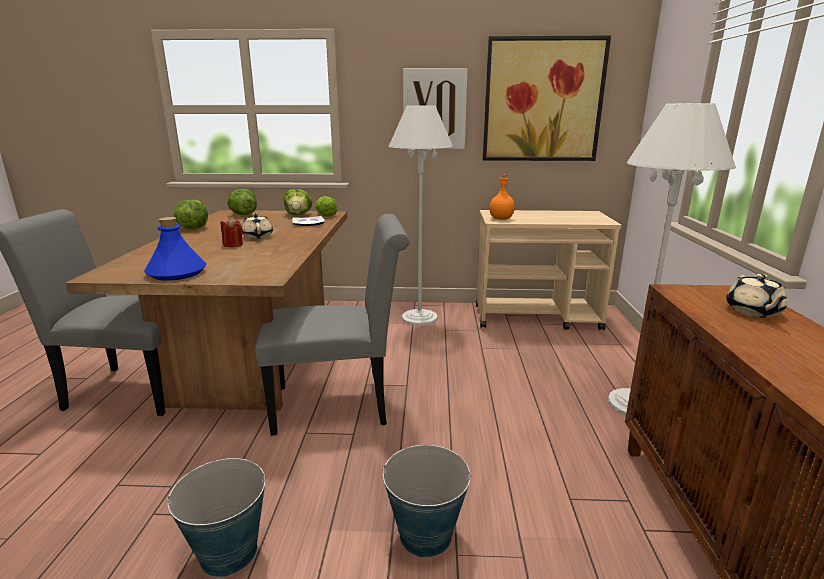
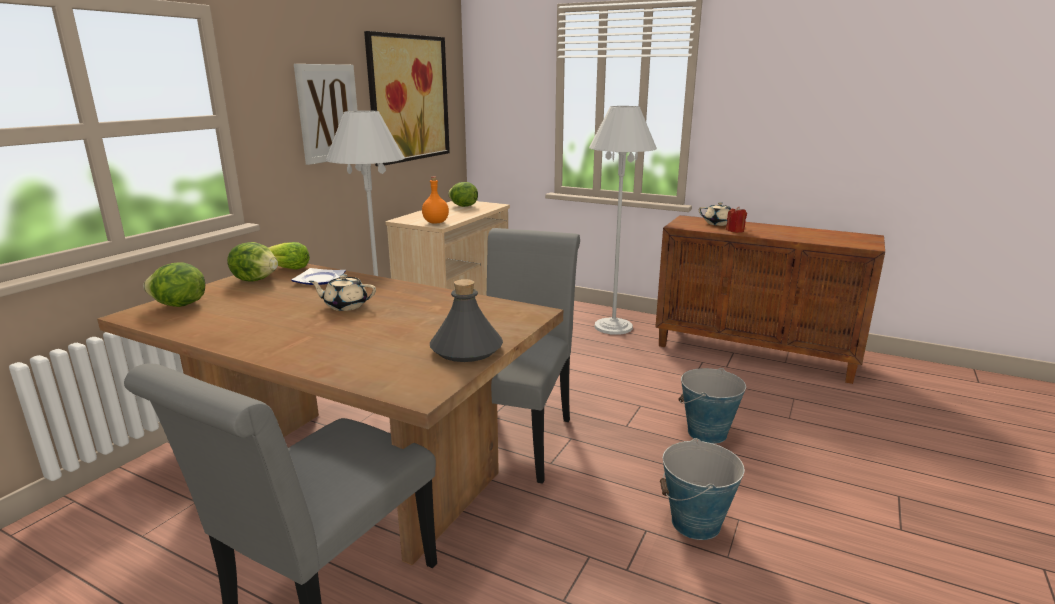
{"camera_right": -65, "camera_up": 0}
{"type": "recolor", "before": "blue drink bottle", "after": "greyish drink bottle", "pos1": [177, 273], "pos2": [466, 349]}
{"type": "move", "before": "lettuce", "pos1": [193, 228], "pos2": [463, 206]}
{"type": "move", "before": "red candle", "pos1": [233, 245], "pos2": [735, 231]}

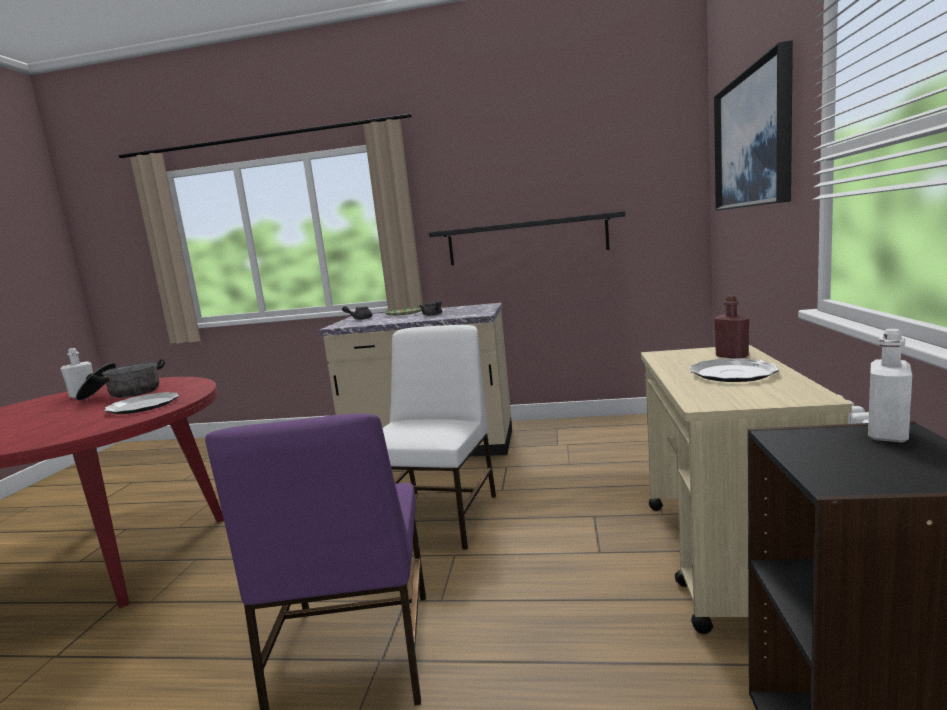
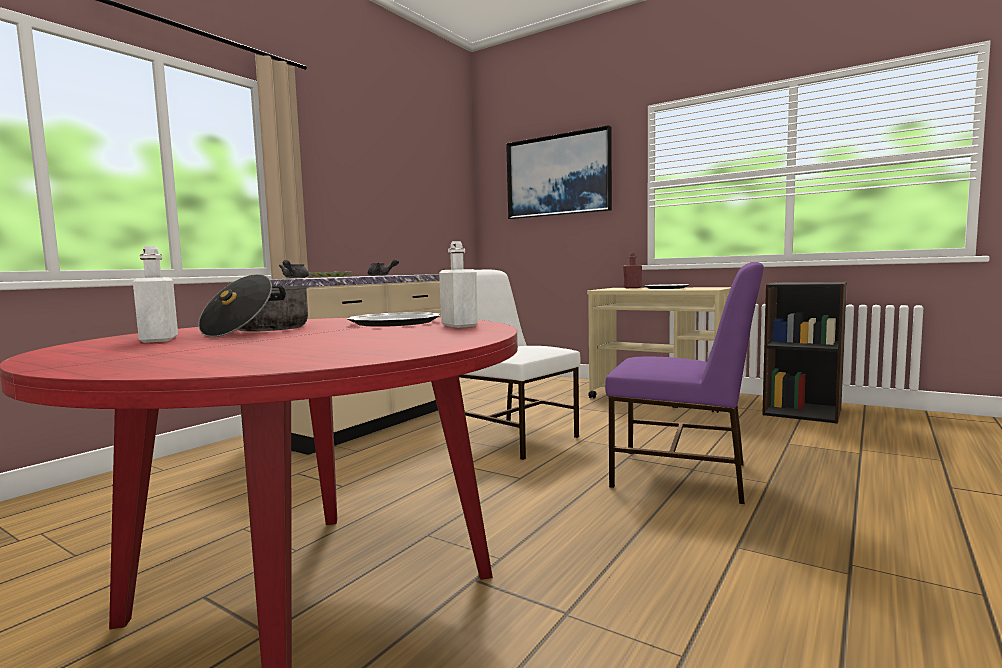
{"camera_right": -65, "camera_up": -5}
{"type": "move", "before": "white-coloured drink bottle", "pos1": [887, 434], "pos2": [459, 325]}
{"type": "delete", "before": "black wall shelf", "pos1": [527, 240]}

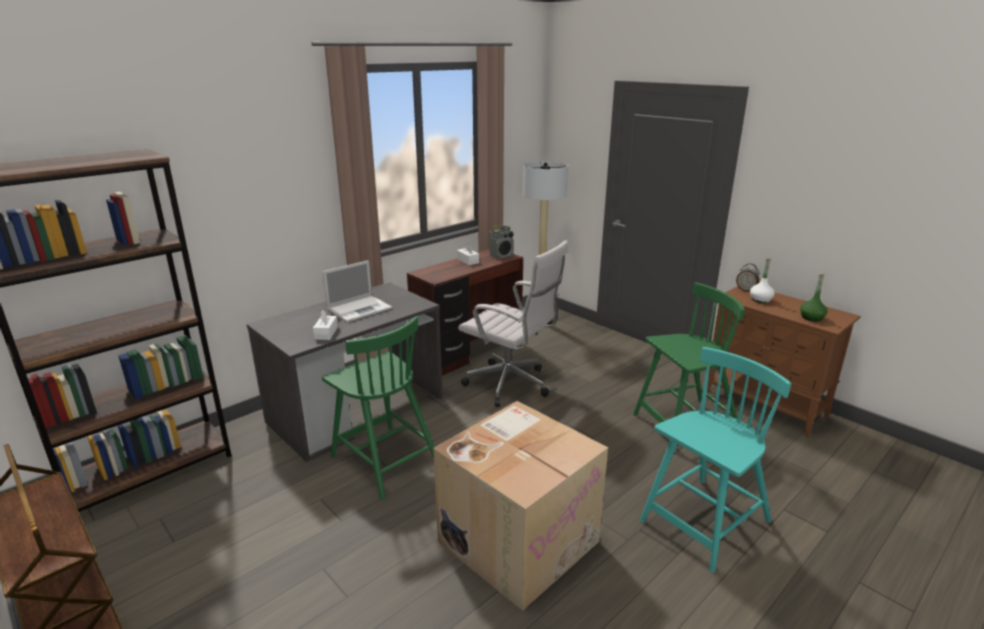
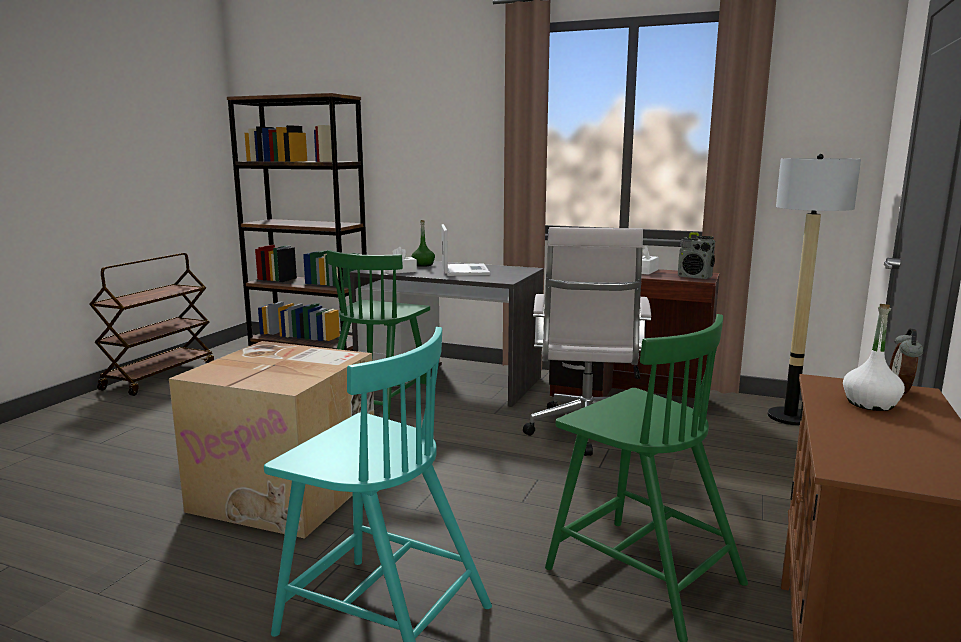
{"camera_right": 65, "camera_up": -10}
{"type": "move", "before": "green drink bottle", "pos1": [811, 317], "pos2": [423, 265]}
{"type": "rotate", "before": "laptop", "pos1": [360, 308], "pos2": [464, 270], "turn": -120}

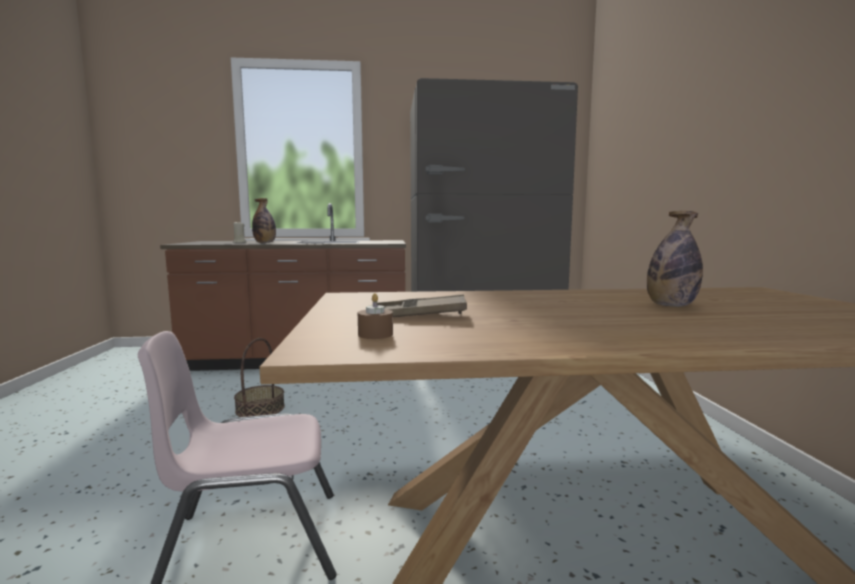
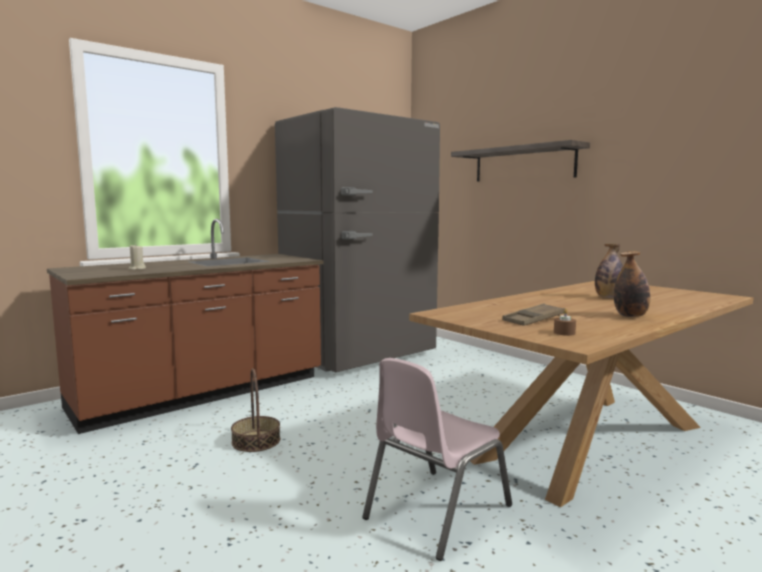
{"camera_right": -35, "camera_up": 0}
{"type": "insert", "after": "wall shelf", "pos2": [523, 164]}
{"type": "move", "before": "drink bottle", "pos1": [265, 243], "pos2": [630, 316]}

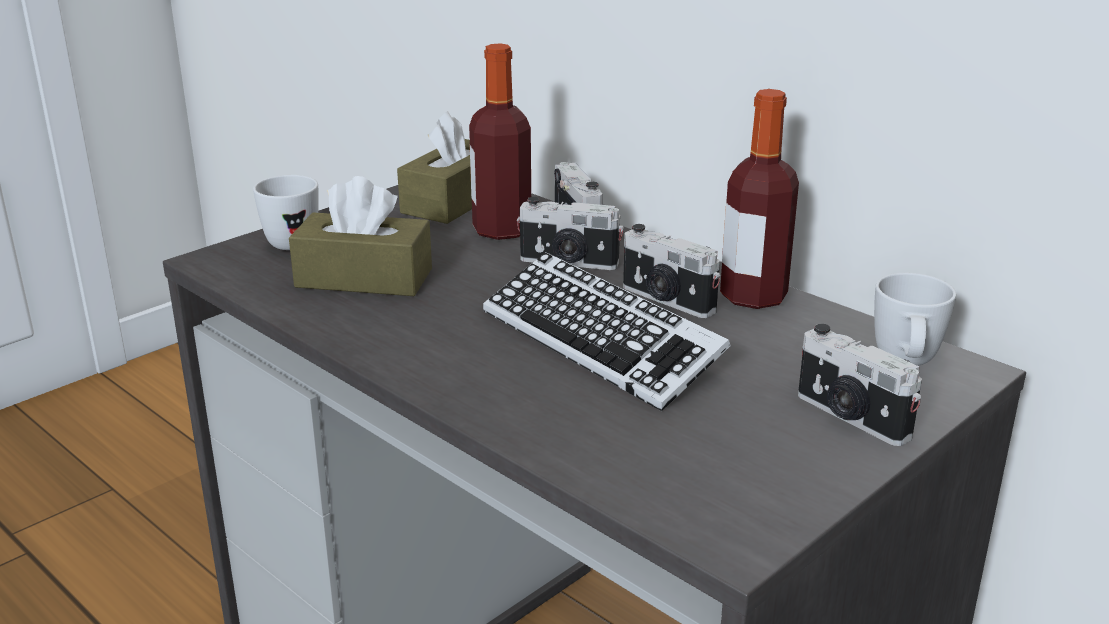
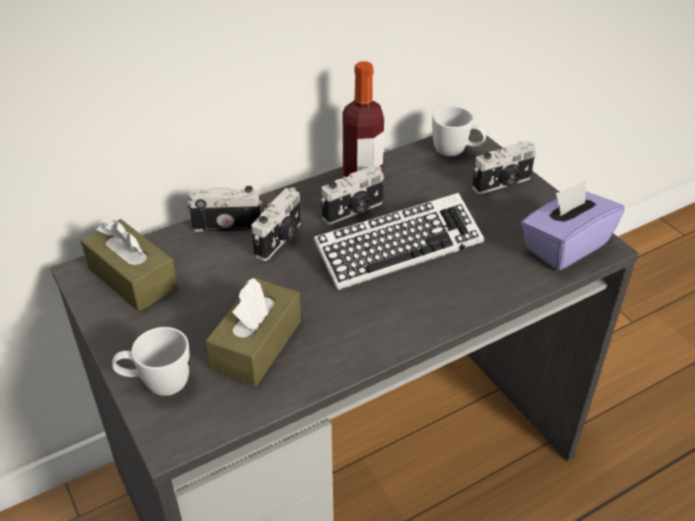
{"camera_right": -75, "camera_up": 15}
{"type": "insert", "after": "purplish box of tissues", "pos2": [565, 246]}
{"type": "delete", "before": "drink bottle", "pos1": [502, 230]}

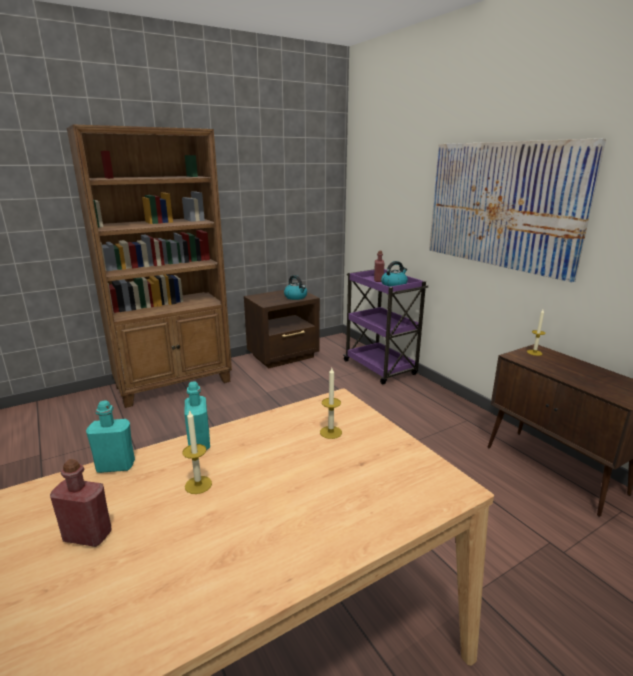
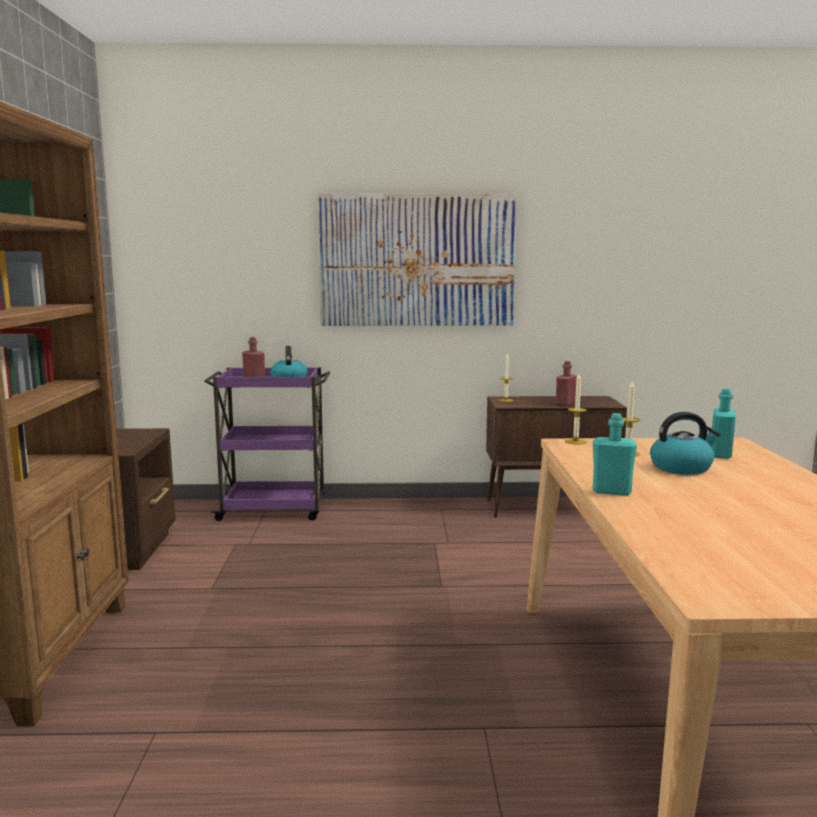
{"camera_right": -60, "camera_up": -10}
{"type": "move", "before": "red drink bottle", "pos1": [88, 536], "pos2": [565, 404]}
{"type": "move", "before": "candle", "pos1": [198, 485], "pos2": [575, 441]}
{"type": "move", "before": "kettle", "pos1": [296, 297], "pos2": [681, 468]}
{"type": "move", "before": "turquoise-coloured drink bottle", "pos1": [116, 466], "pos2": [720, 454]}

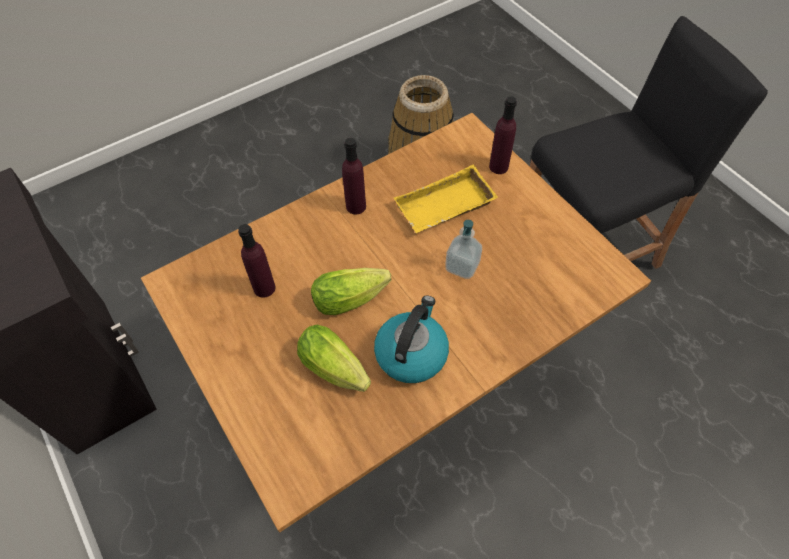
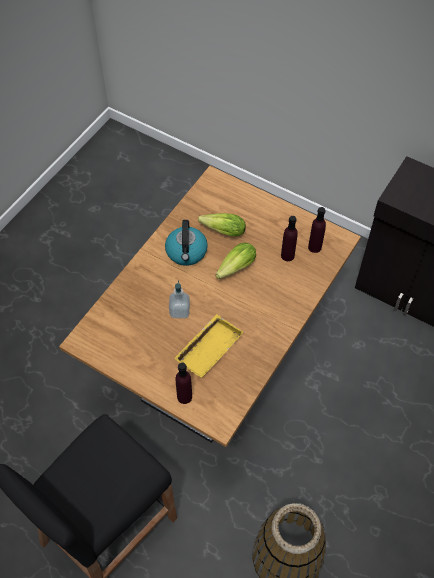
{"camera_right": 155, "camera_up": 0}
{"type": "move", "before": "purplish drink bottle", "pos1": [356, 206], "pos2": [314, 247]}

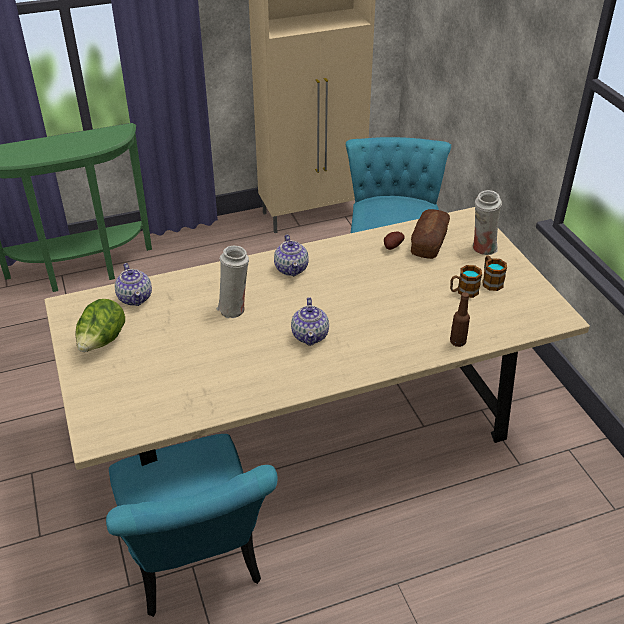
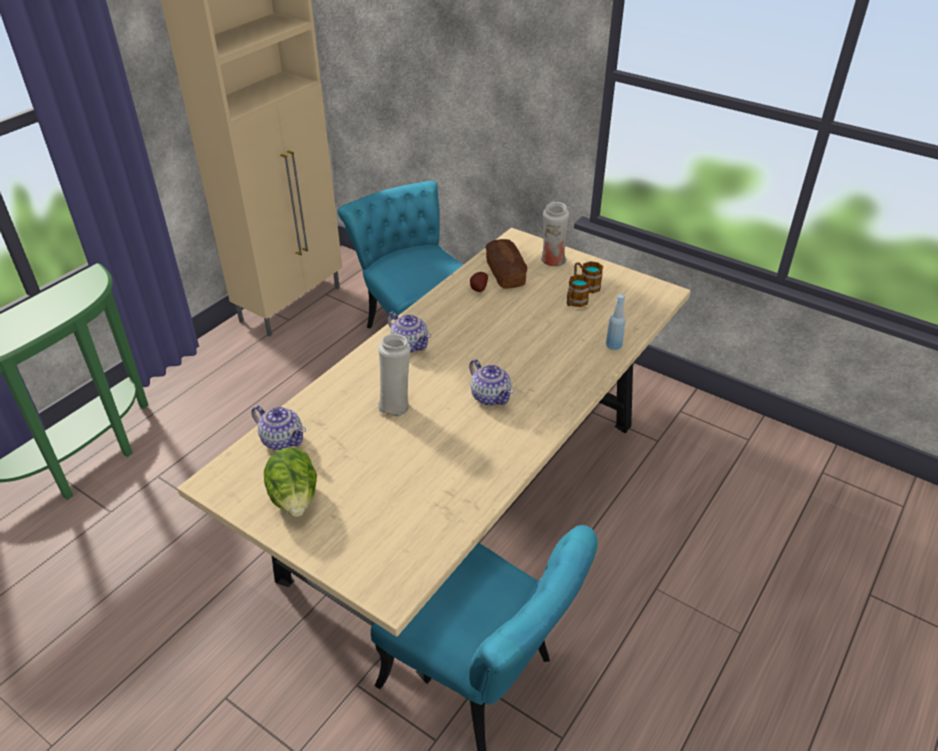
{"camera_right": -35, "camera_up": 0}
{"type": "recolor", "before": "brown drink bottle", "after": "blue drink bottle", "pos1": [457, 342], "pos2": [613, 346]}

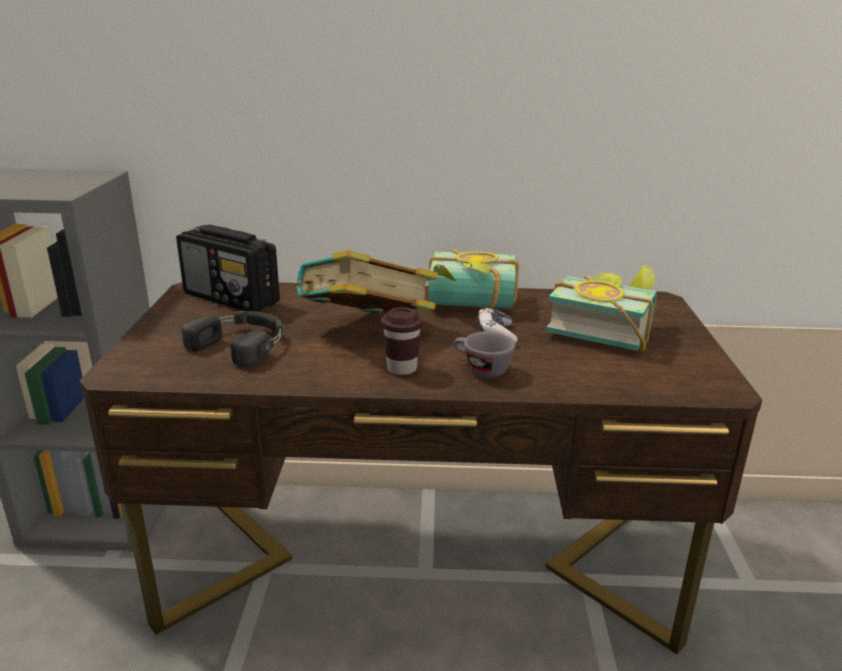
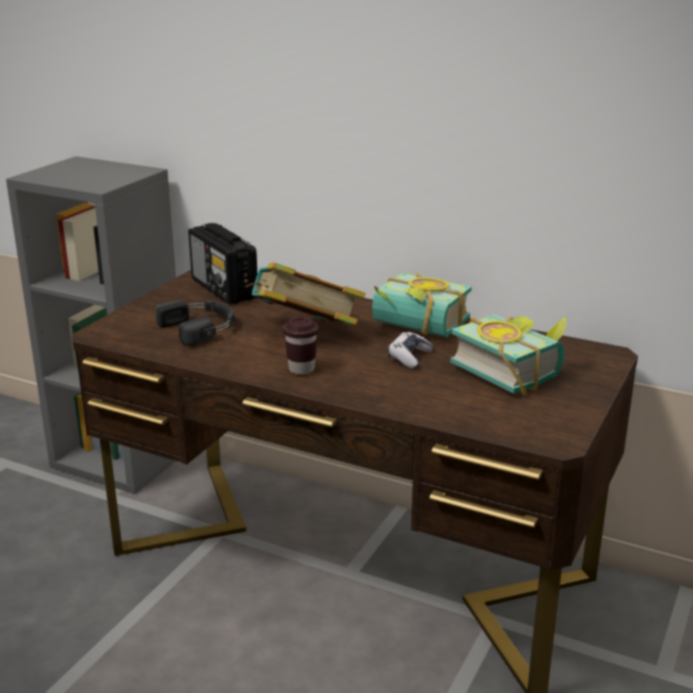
{"camera_right": 25, "camera_up": 0}
{"type": "delete", "before": "greyish small cup", "pos1": [480, 369]}

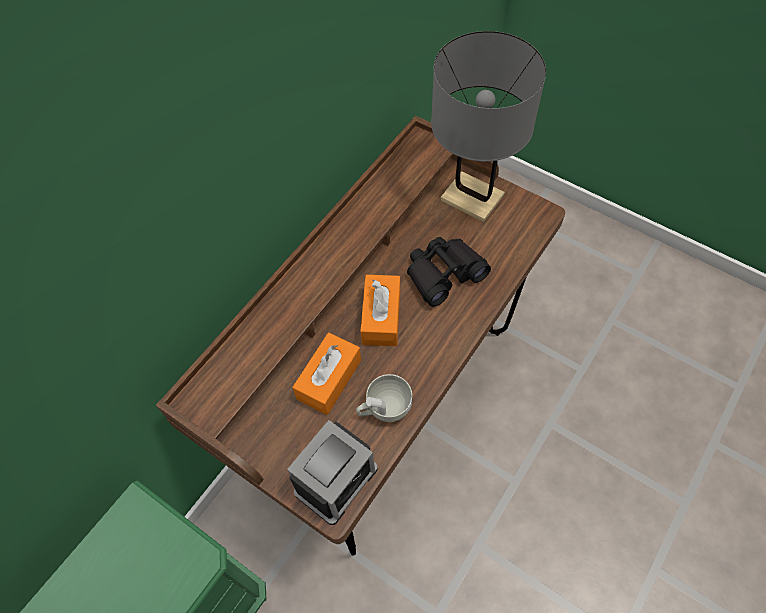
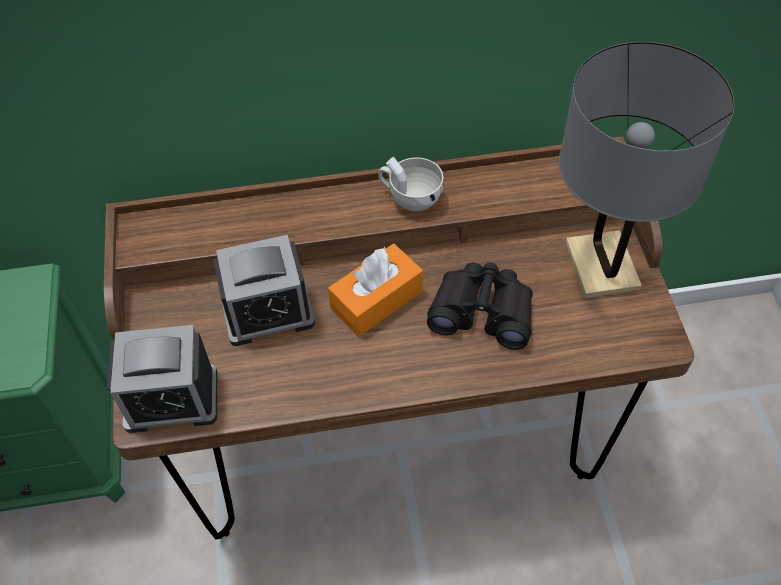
{"camera_right": 45, "camera_up": -5}
{"type": "replace", "before": "orangey box of tissues", "after": "alarm clock", "pos1": [329, 379], "pos2": [268, 312]}
{"type": "move", "before": "white-coloured small cup", "pos1": [384, 408], "pos2": [409, 197]}

